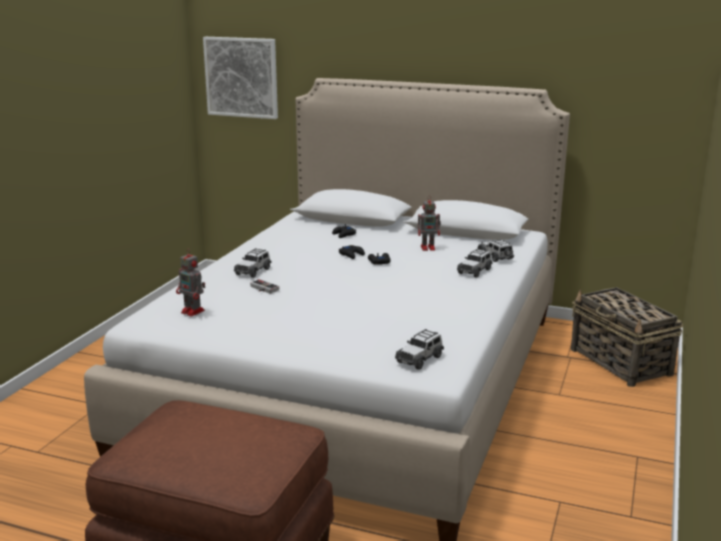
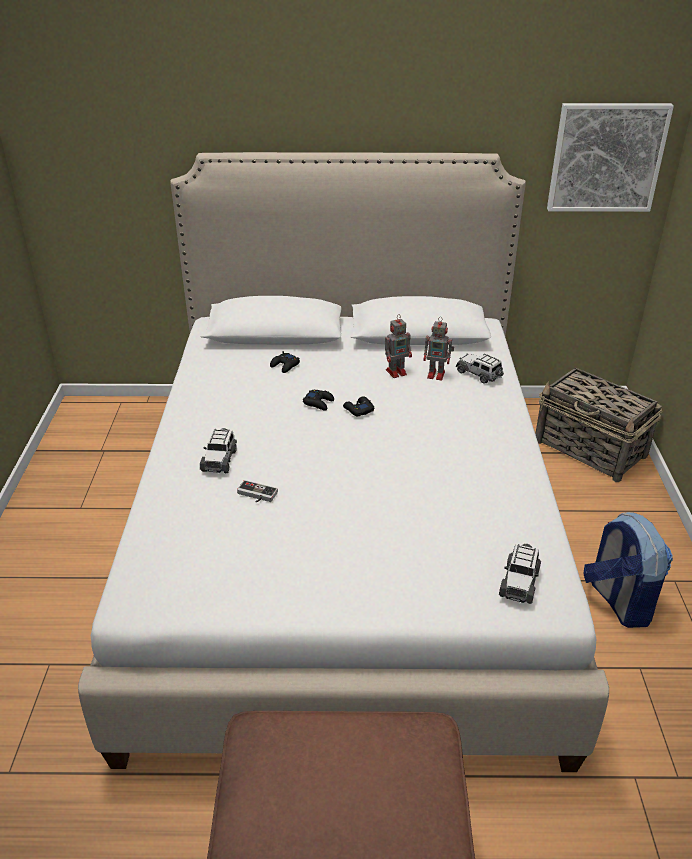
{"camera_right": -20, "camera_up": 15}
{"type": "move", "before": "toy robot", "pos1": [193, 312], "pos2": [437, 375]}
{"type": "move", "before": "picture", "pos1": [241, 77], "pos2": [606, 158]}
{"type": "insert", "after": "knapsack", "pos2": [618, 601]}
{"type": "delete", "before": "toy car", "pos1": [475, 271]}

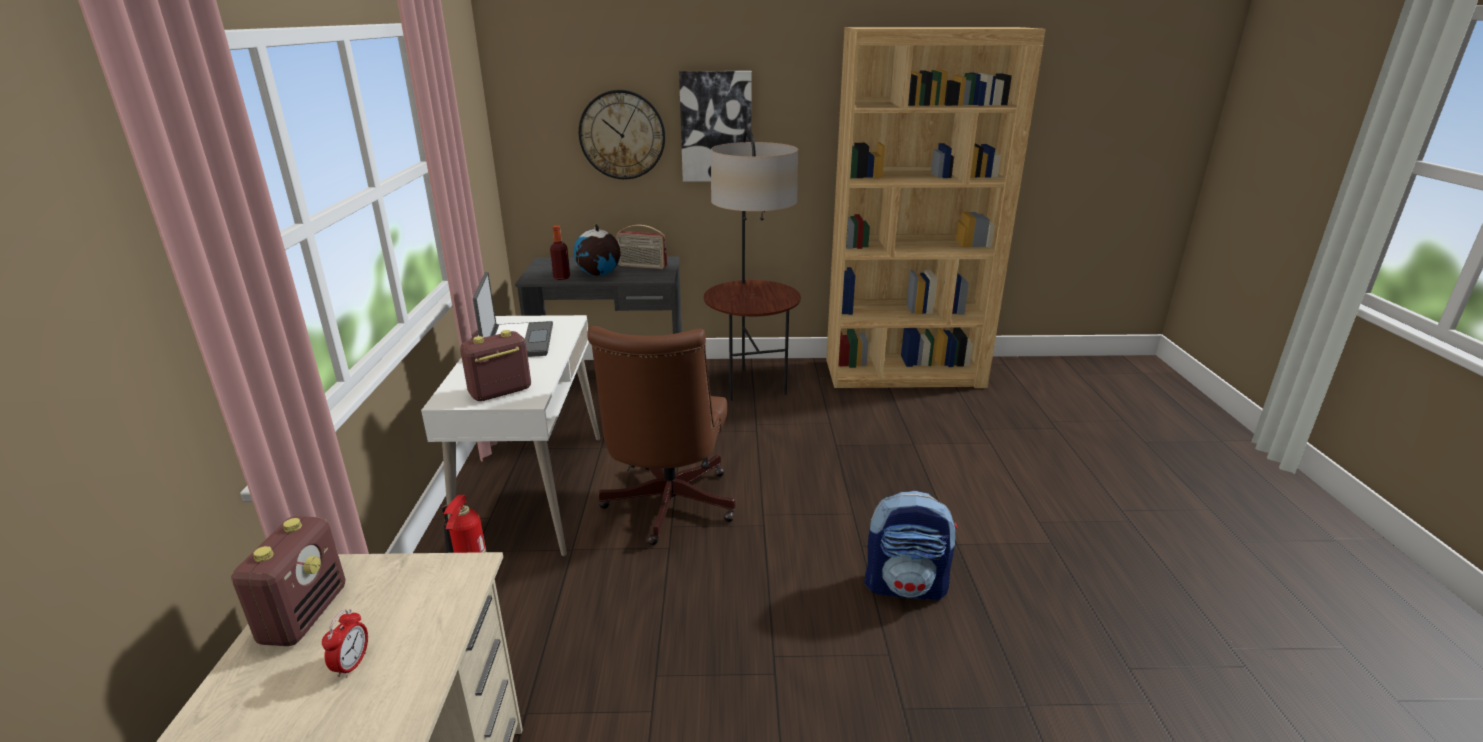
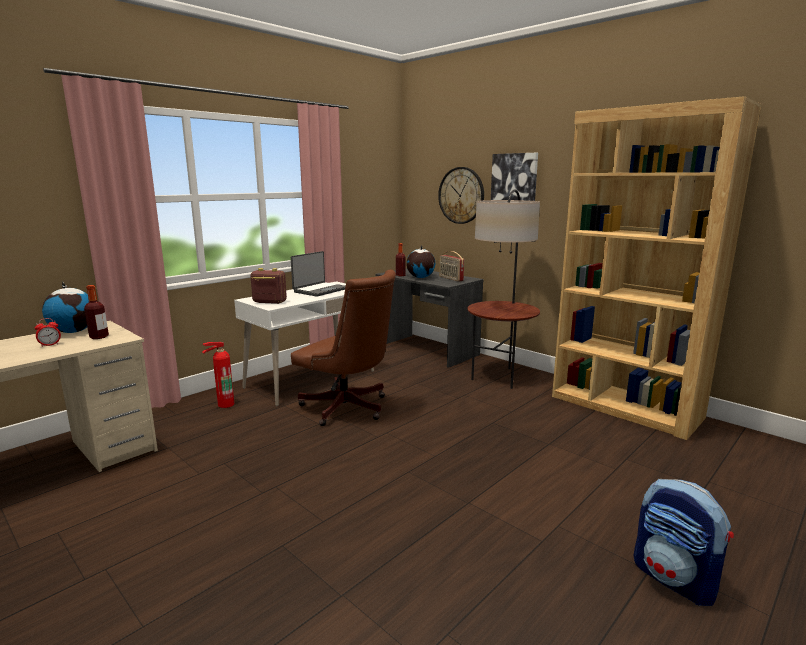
{"camera_right": 45, "camera_up": -10}
{"type": "replace", "before": "radio receiver", "after": "globe", "pos1": [304, 614], "pos2": [73, 331]}
{"type": "insert", "after": "drink bottle", "pos2": [99, 337]}
{"type": "rotate", "before": "brown desk chair", "pos1": [667, 508], "pos2": [348, 409], "turn": -105}
{"type": "move", "before": "knapsack", "pos1": [906, 586], "pos2": [675, 579]}

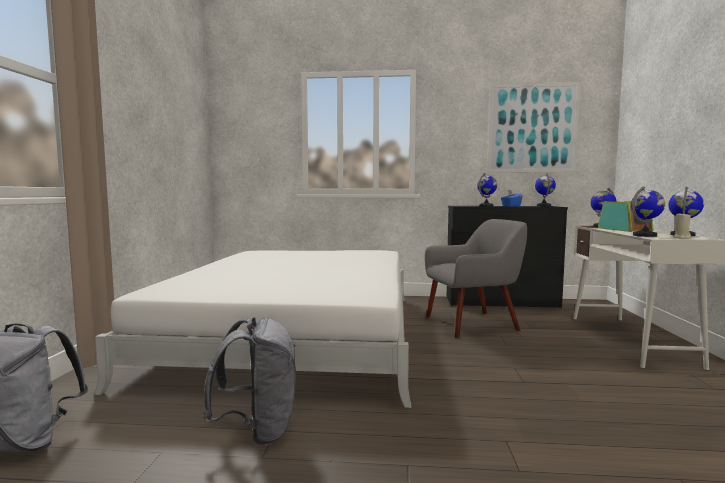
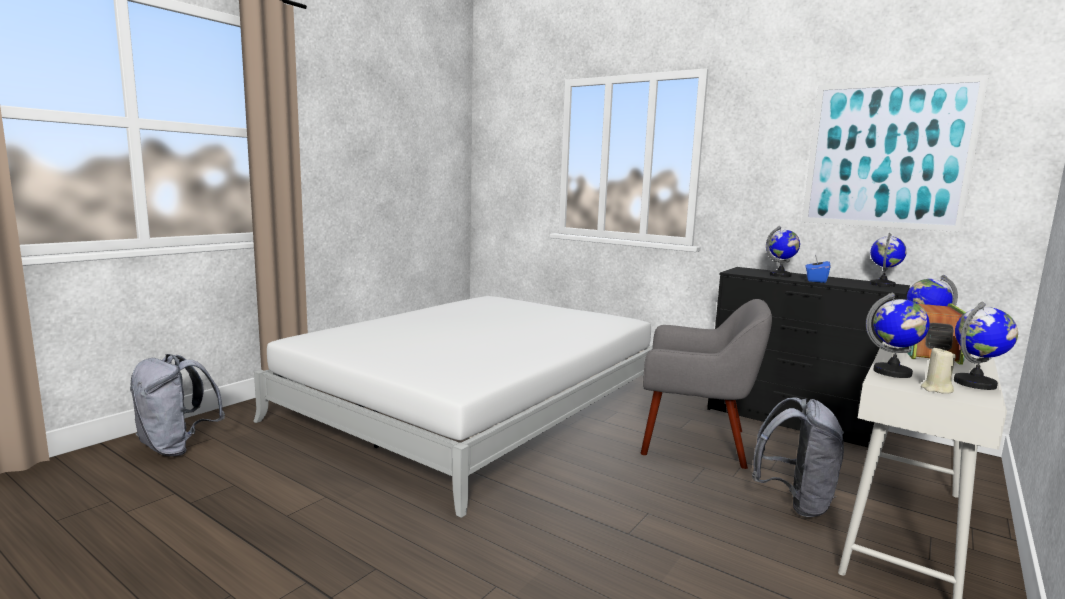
{"camera_right": 30, "camera_up": 5}
{"type": "move", "before": "greyish knapsack", "pos1": [258, 430], "pos2": [794, 502]}

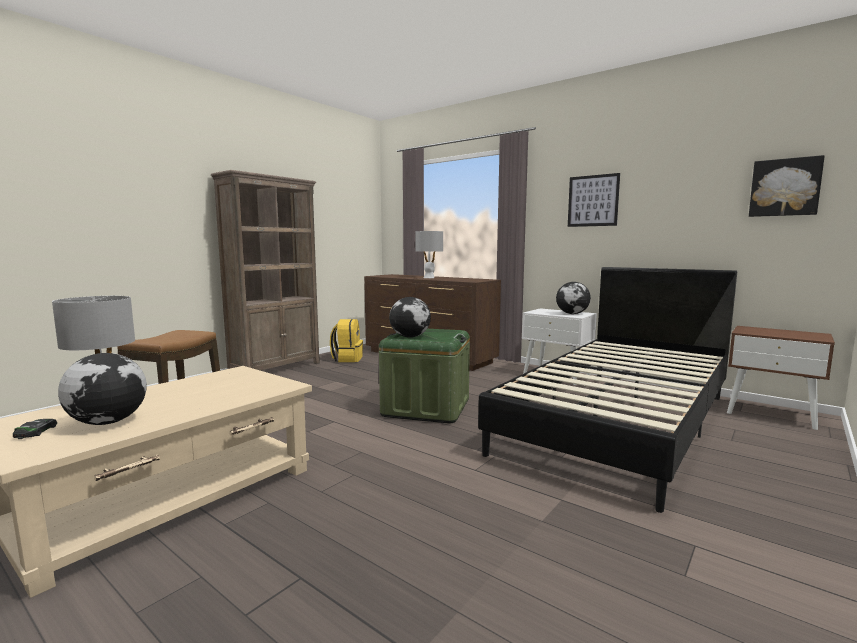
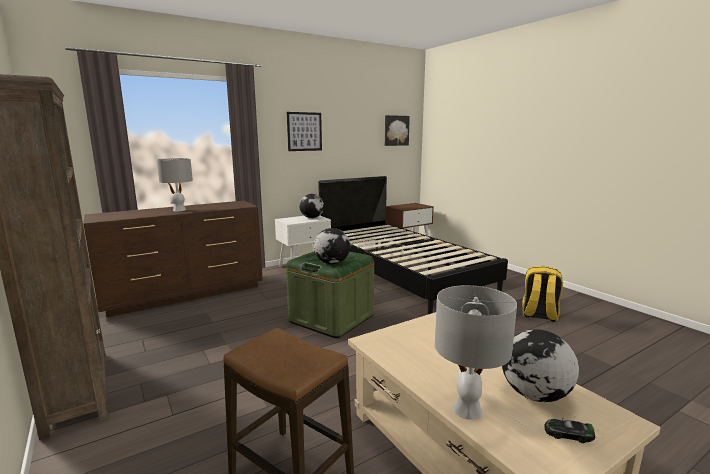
{"camera_right": -70, "camera_up": 5}
{"type": "move", "before": "yellow knapsack", "pos1": [347, 359], "pos2": [539, 315]}

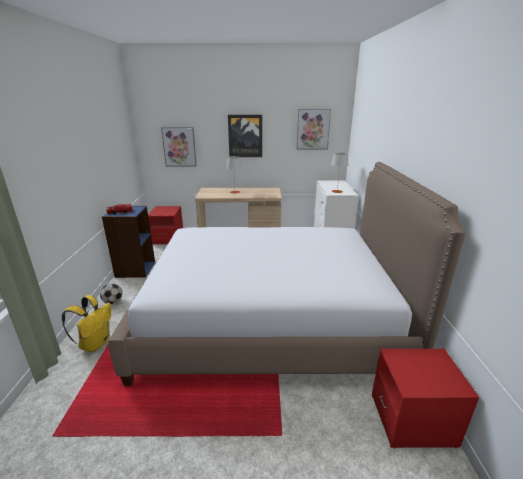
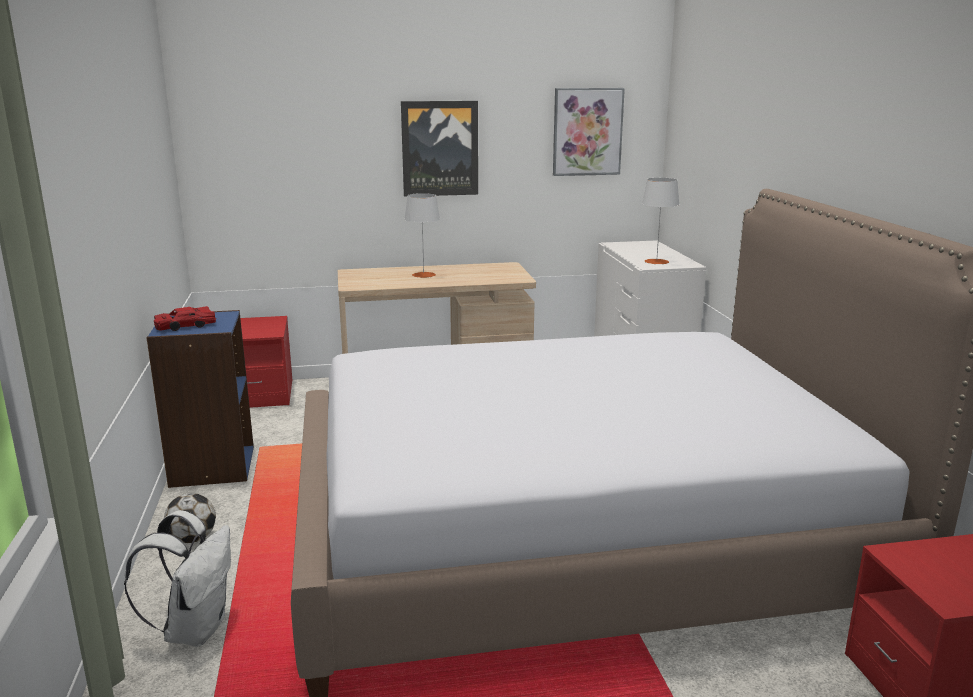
{"camera_right": -10, "camera_up": -5}
{"type": "recolor", "before": "yellow knapsack", "after": "white-coloured knapsack", "pos1": [95, 343], "pos2": [195, 629]}
{"type": "delete", "before": "picture", "pos1": [179, 147]}

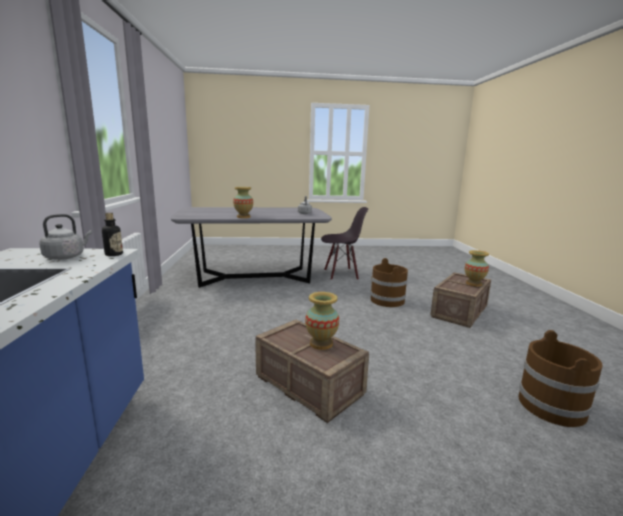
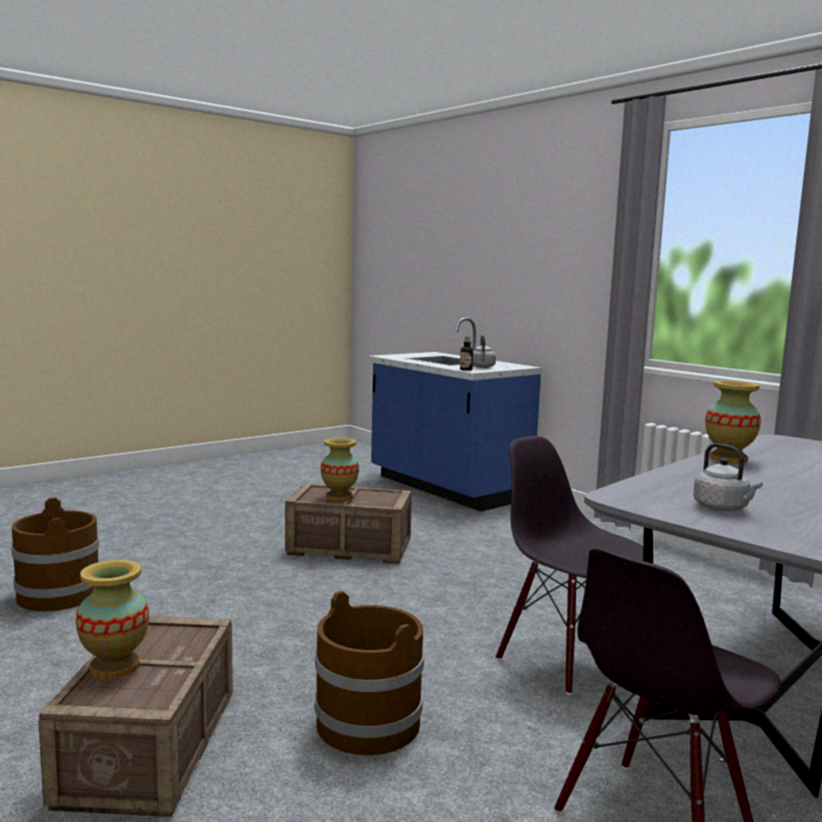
{"camera_right": 145, "camera_up": -5}
{"type": "insert", "after": "black upright chair", "pos2": [565, 659]}

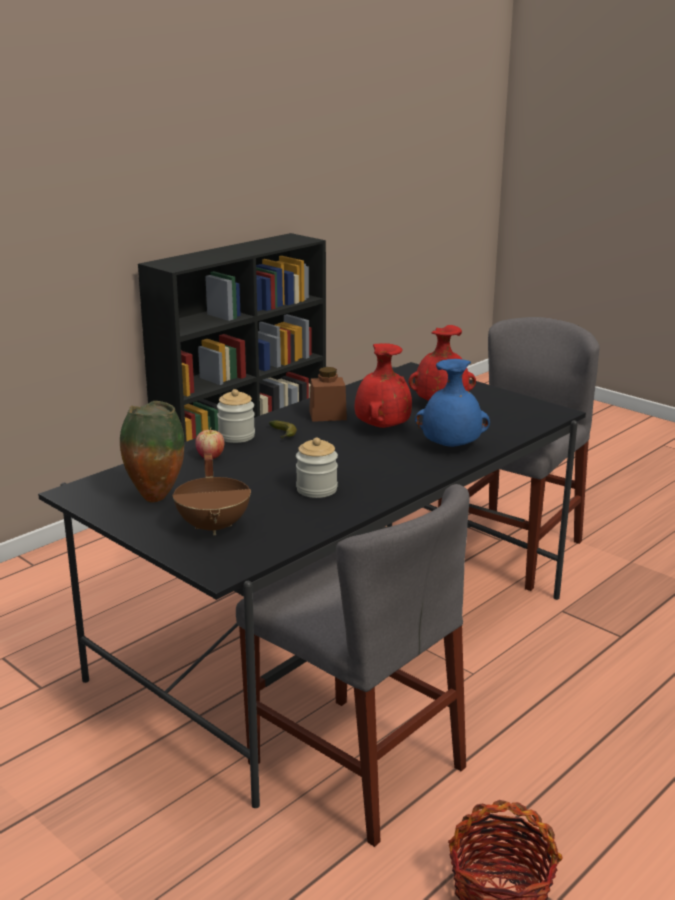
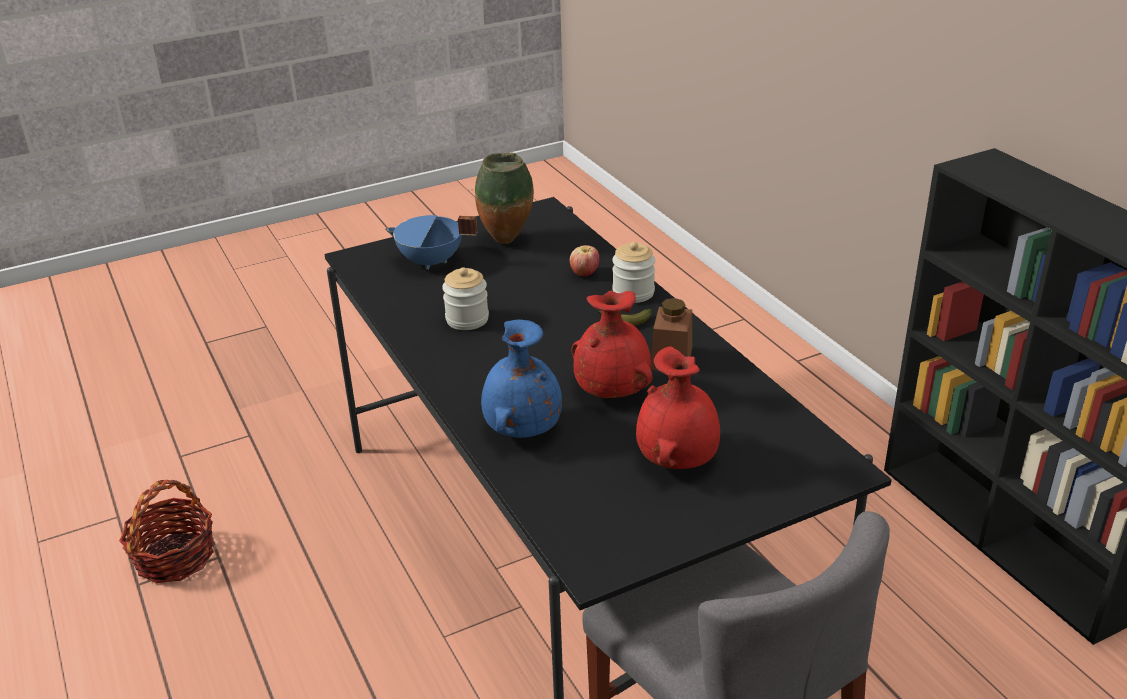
{"camera_right": 110, "camera_up": 10}
{"type": "recolor", "before": "brown stockpot", "after": "blue stockpot", "pos1": [215, 526], "pos2": [431, 262]}
{"type": "delete", "before": "greyish upright chair", "pos1": [355, 765]}

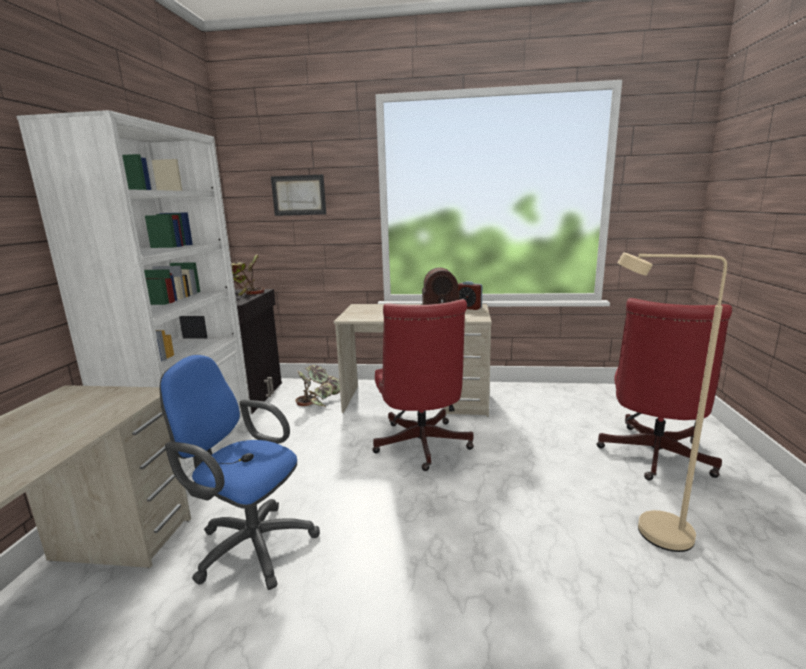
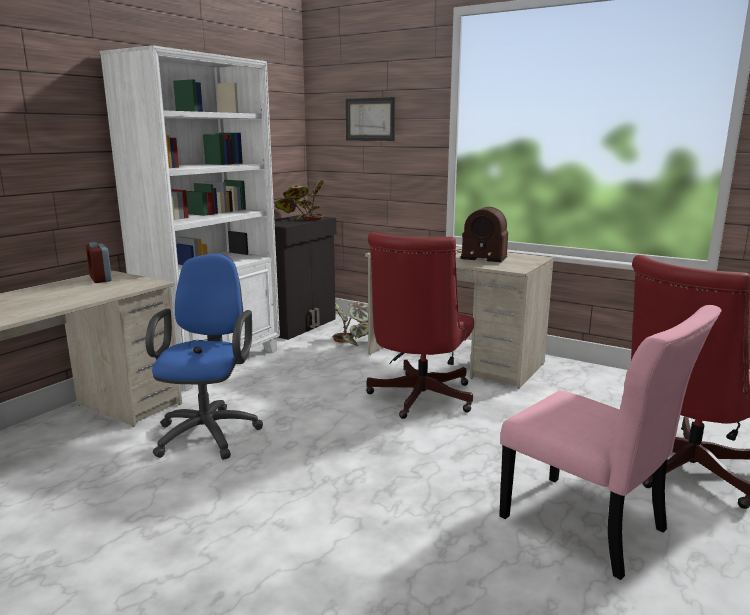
{"camera_right": 25, "camera_up": 0}
{"type": "move", "before": "alarm clock", "pos1": [468, 308], "pos2": [100, 279]}
{"type": "rotate", "before": "blue desk chair", "pos1": [249, 544], "pos2": [209, 431], "turn": 45}
{"type": "replace", "before": "sand-coloured standing lamp", "after": "pink-coloured upright chair", "pos1": [649, 530], "pos2": [588, 526]}

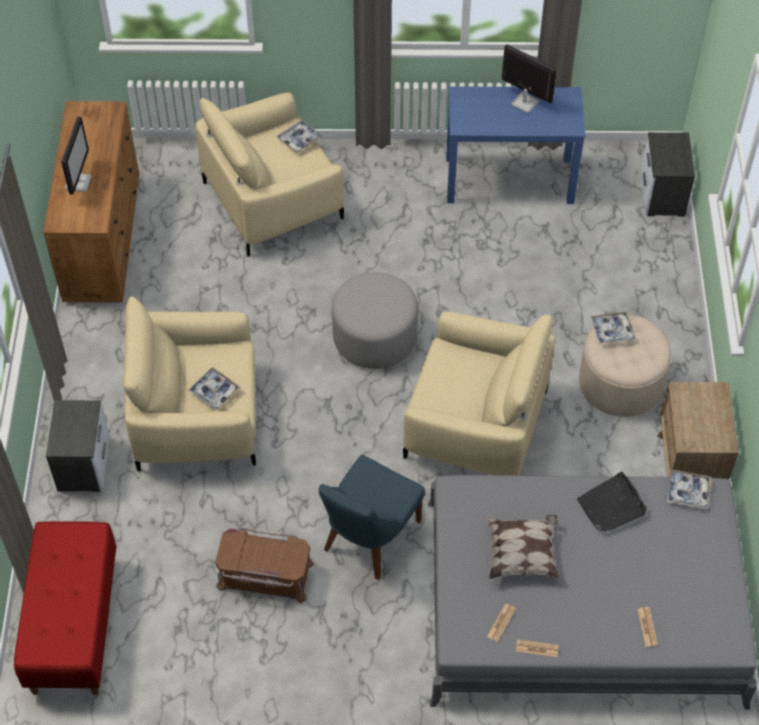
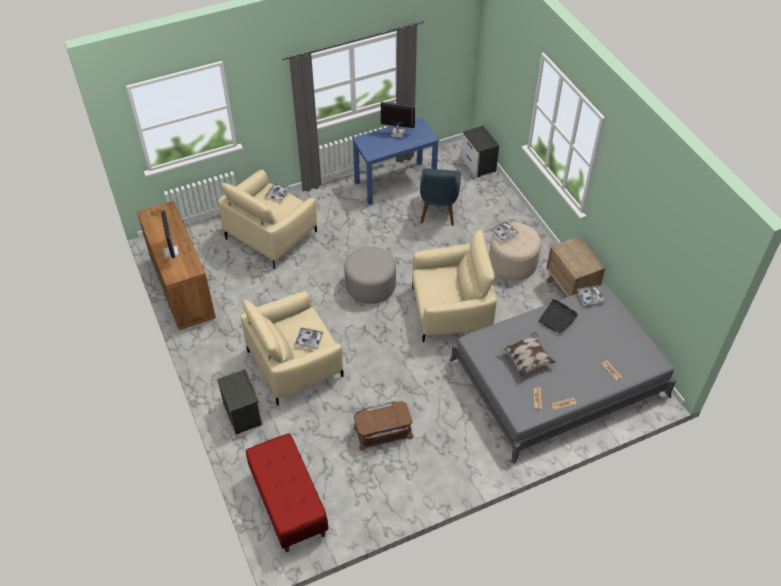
{"camera_right": -25, "camera_up": -5}
{"type": "move", "before": "blue upright chair", "pos1": [369, 538], "pos2": [438, 211]}

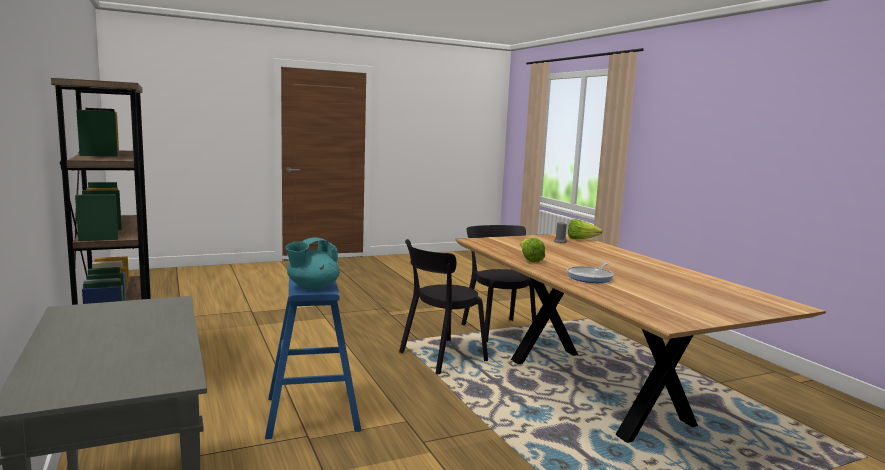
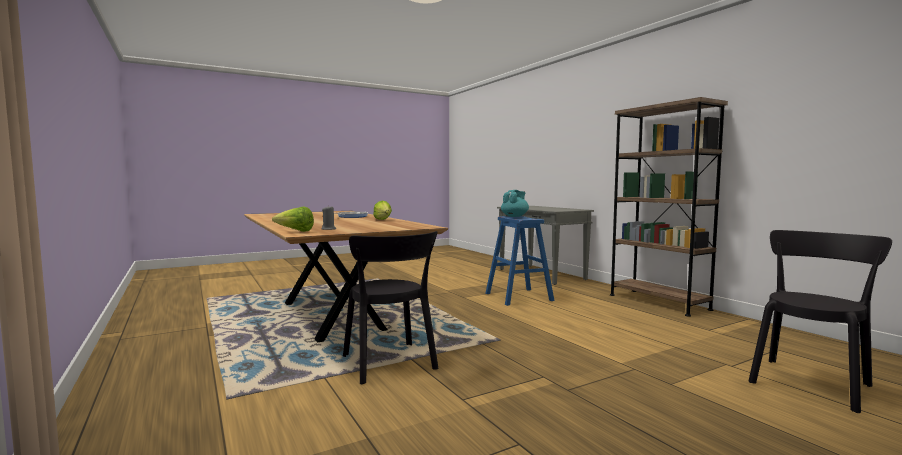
{"camera_right": 175, "camera_up": -5}
{"type": "move", "before": "black upright chair", "pos1": [439, 357], "pos2": [810, 382]}

